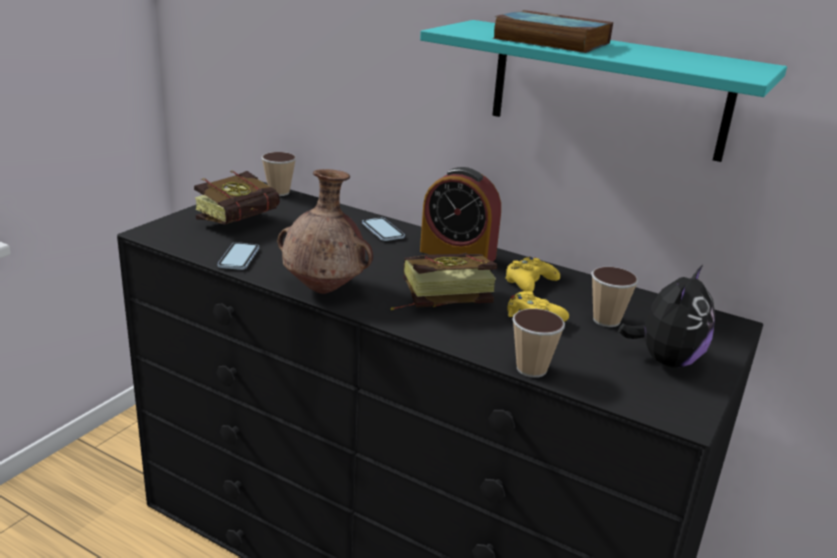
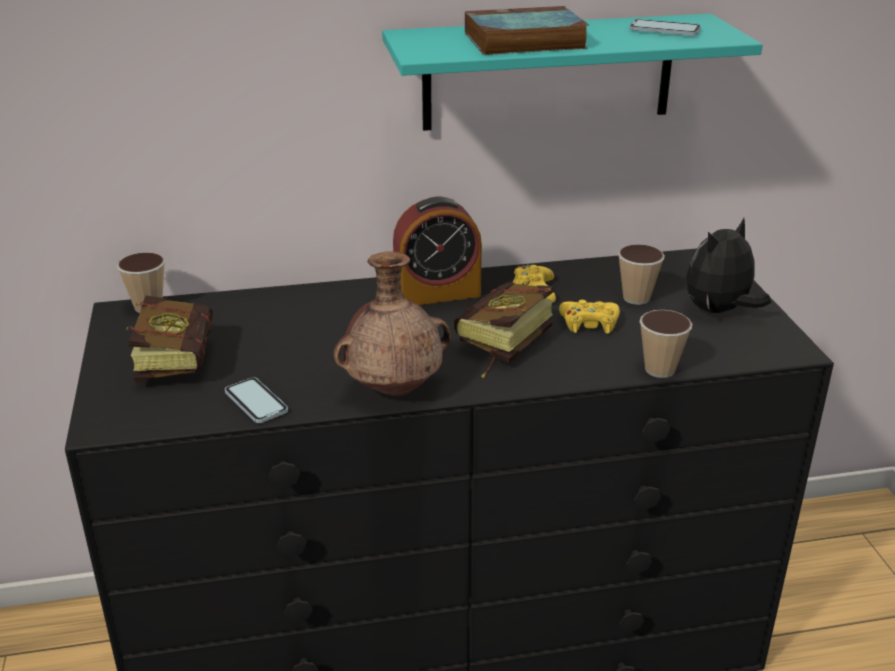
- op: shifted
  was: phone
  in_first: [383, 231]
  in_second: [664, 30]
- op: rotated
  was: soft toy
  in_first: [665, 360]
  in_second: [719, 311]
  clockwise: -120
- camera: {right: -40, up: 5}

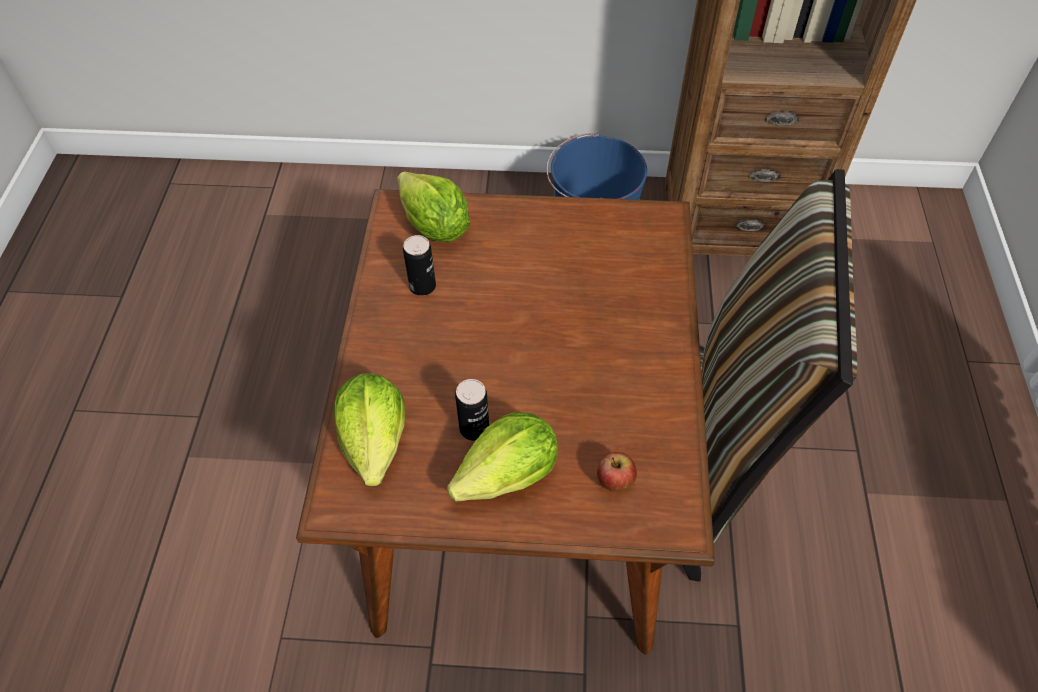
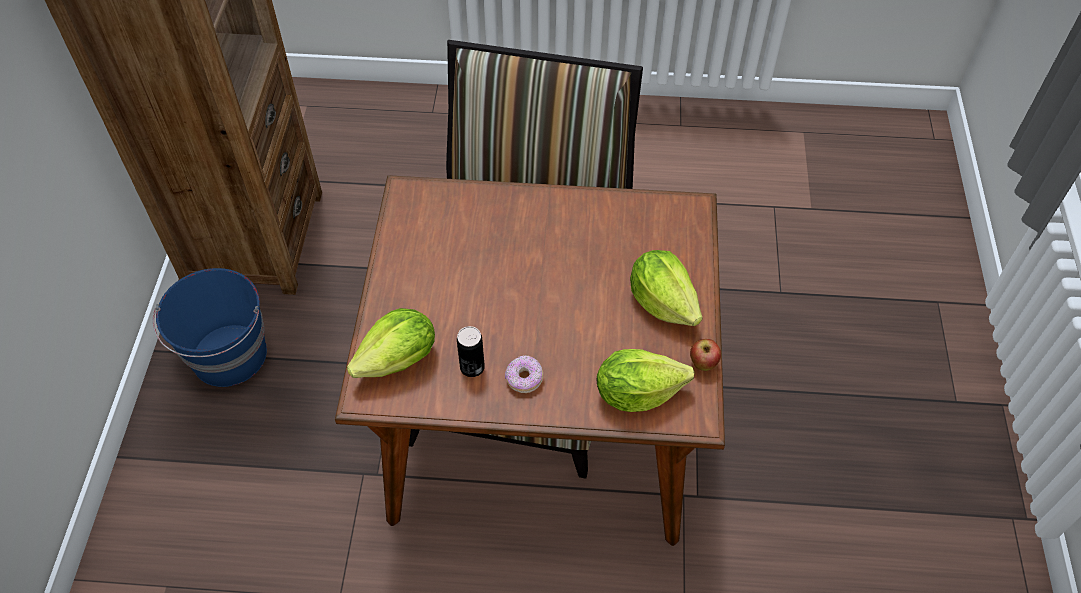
- op: new
  now: donut
  in_second: [524, 379]
- op: shifted
  was: apple fruit
  in_first: [614, 482]
  in_second: [703, 364]
- op: gone
  was: sealed can
  in_first: [474, 428]
- camera: {right: -90, up: 0}

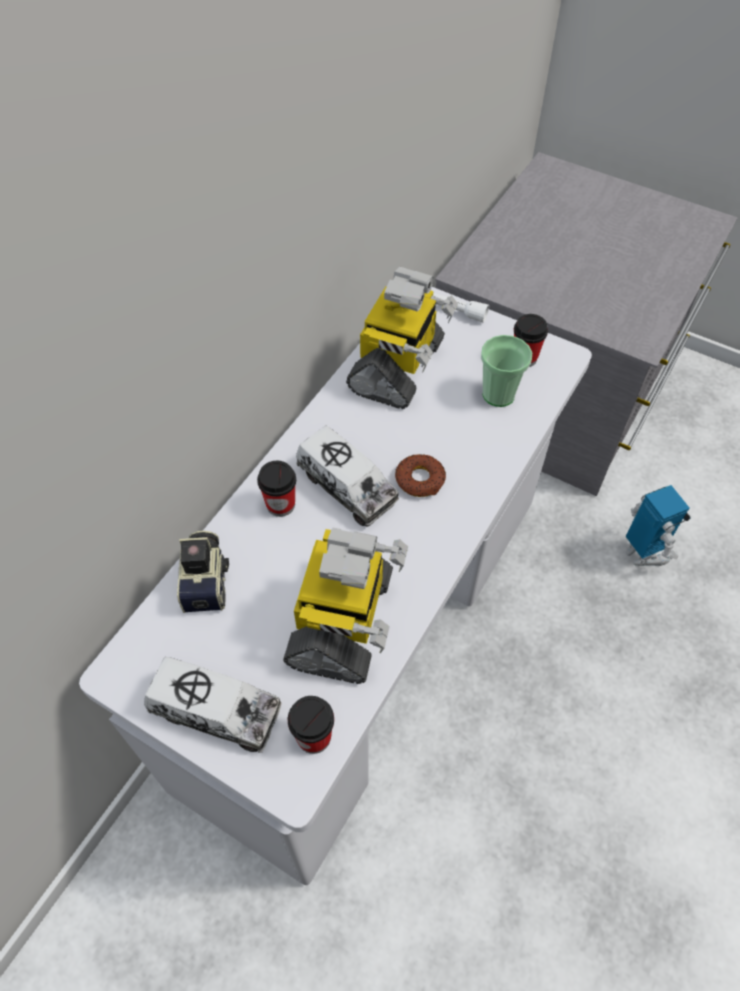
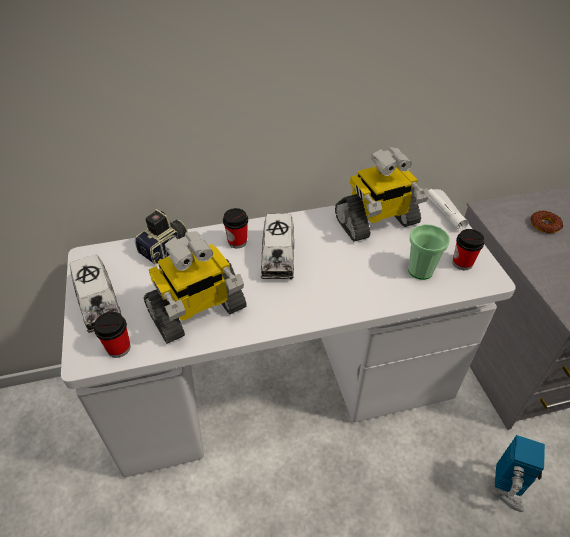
- op: shifted
  was: donut
  in_first: [420, 479]
  in_second: [545, 225]
- camera: {right: 45, up: -10}

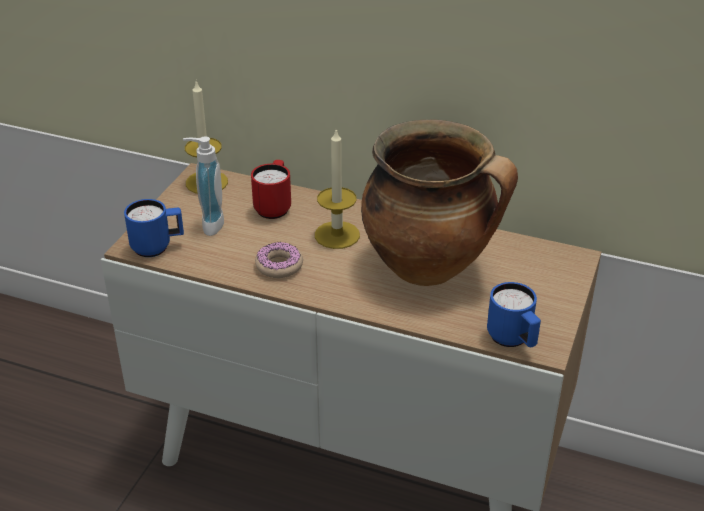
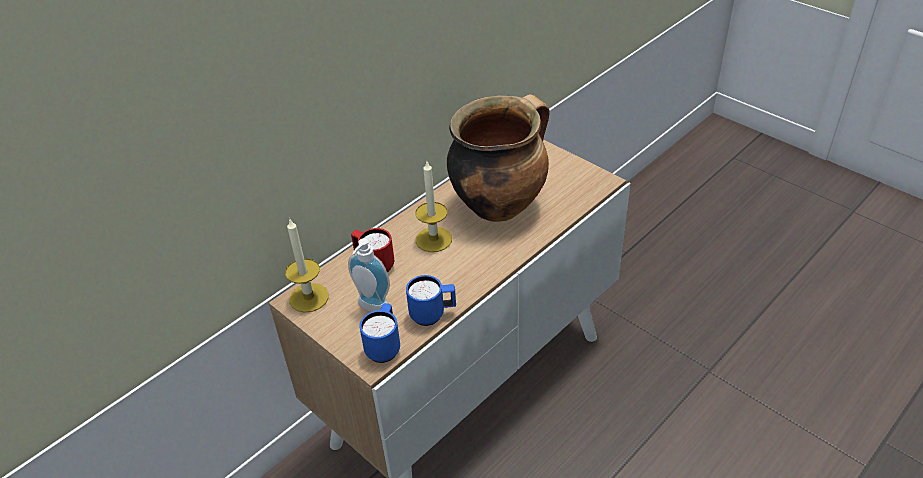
- op: shifted
  was: blue tea mug
  in_first: [513, 340]
  in_second: [433, 315]
- op: gone
  was: donut
  in_first: [279, 266]
- camera: {right: -65, up: 5}

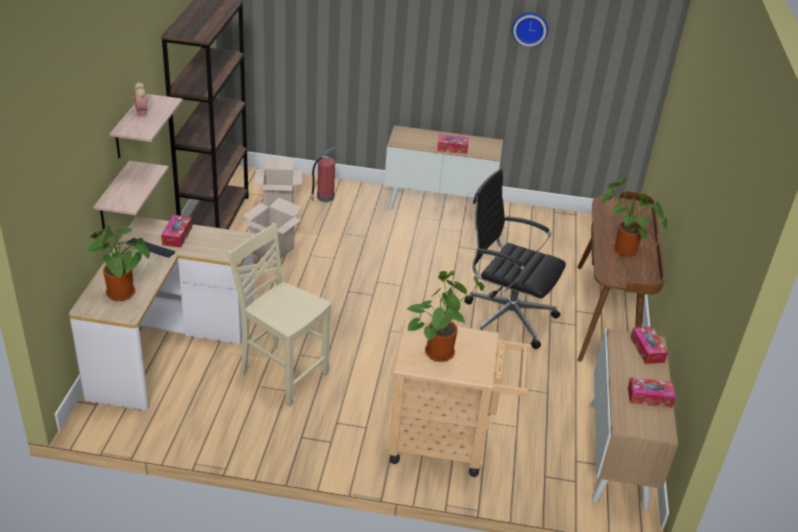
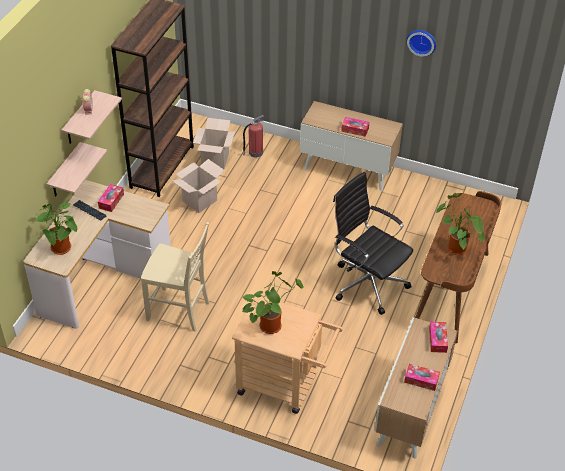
- op: rotated
  was: beige-coloured chair
  in_first: [282, 373]
  in_second: [179, 311]
  clockwise: 150
- camera: {right: 15, up: 10}

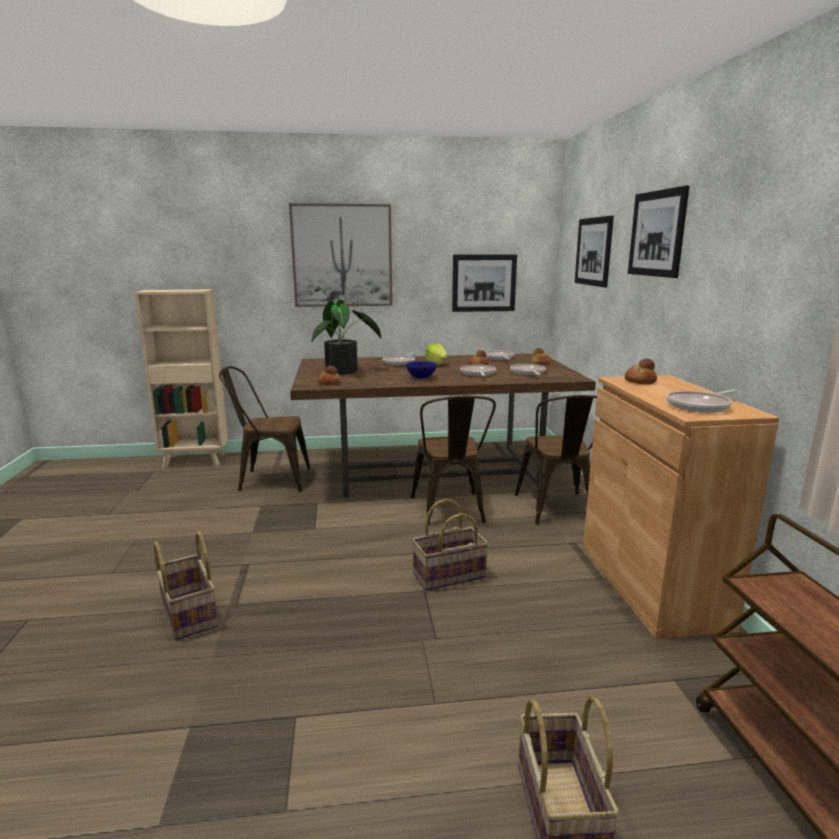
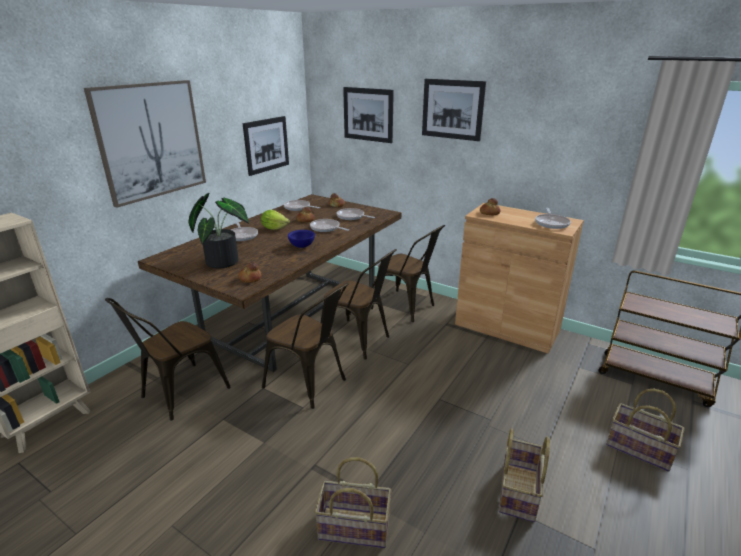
- op: new
  now: brown-coloured chair
  in_second: [310, 384]
- op: shifted
  was: storage basket
  in_first: [449, 576]
  in_second: [519, 492]
- camera: {right: -50, up: 10}

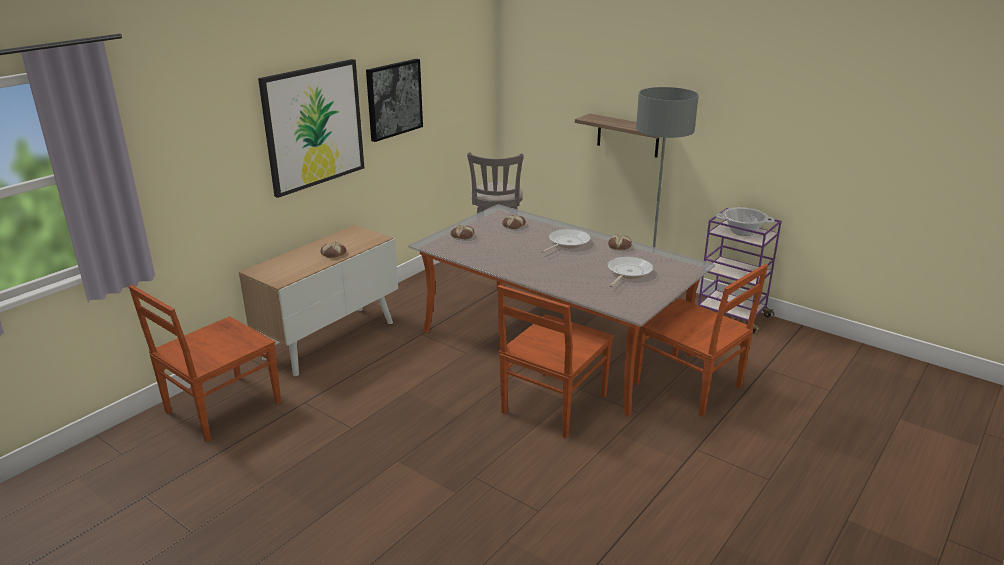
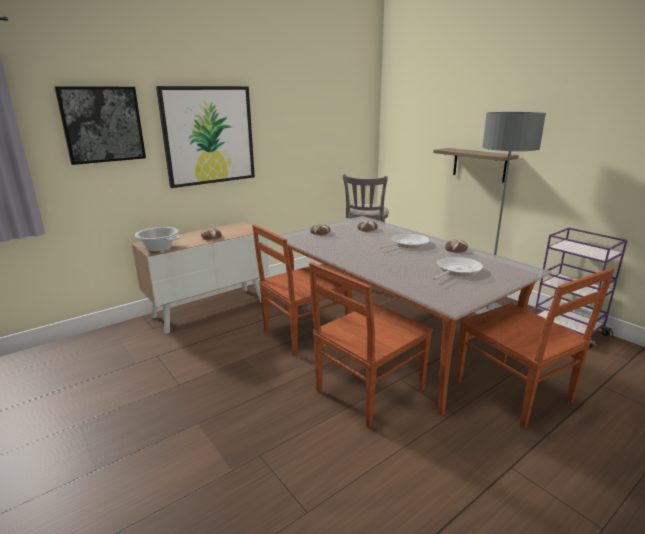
- op: shifted
  was: wall picture
  in_first: [394, 99]
  in_second: [102, 124]
- op: shifted
  was: stockpot
  in_first: [742, 231]
  in_second: [159, 248]
- op: shifted
  was: brown-coloured chair
  in_first: [221, 408]
  in_second: [304, 333]
- camera: {right: 15, up: -5}

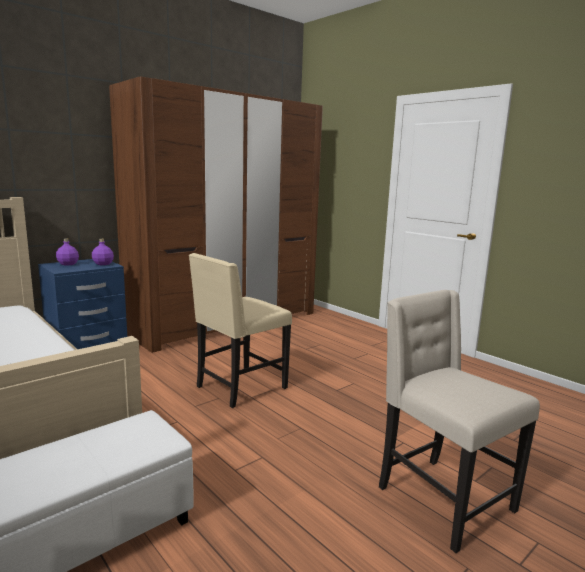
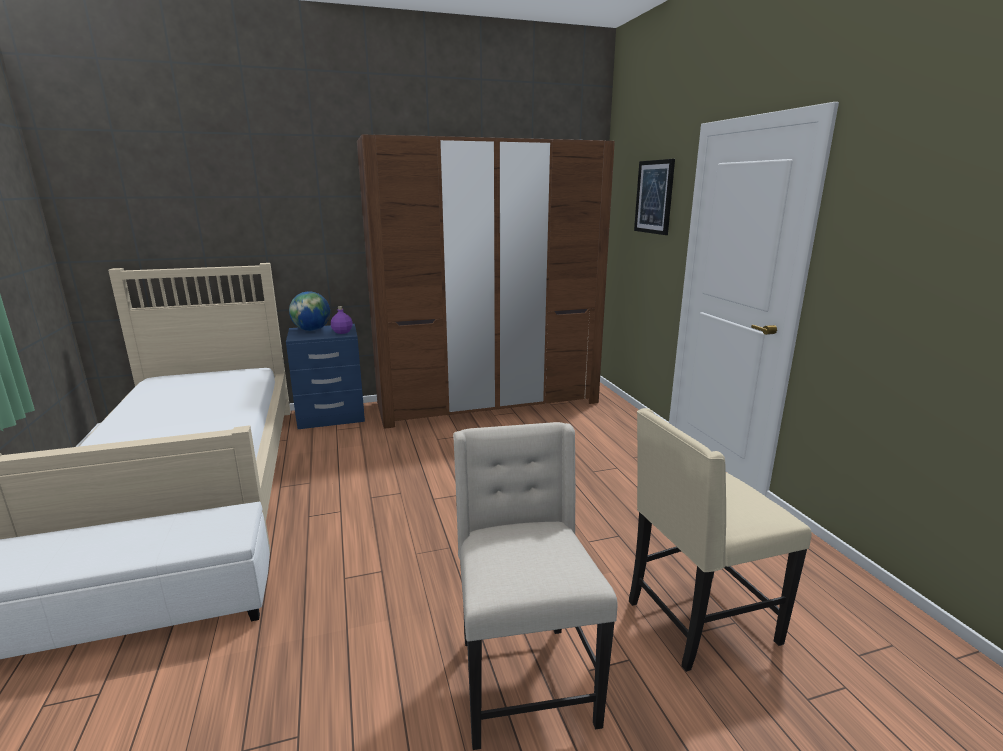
- op: swapped
  was: purple beverage bottle
  now: desk globe
  in_first: [67, 264]
  in_second: [312, 330]
- op: shifted
  was: beige-coloured chair
  in_first: [239, 388]
  in_second: [697, 622]
- op: new
  now: wall picture
  in_second: [654, 197]
- camera: {right: 25, up: 5}

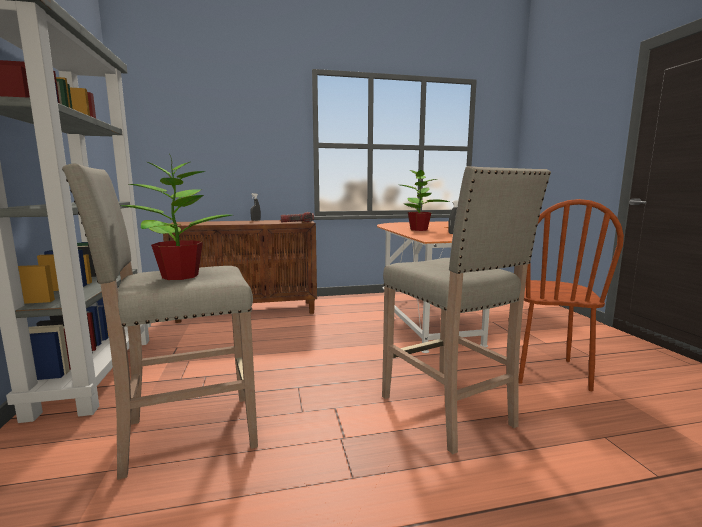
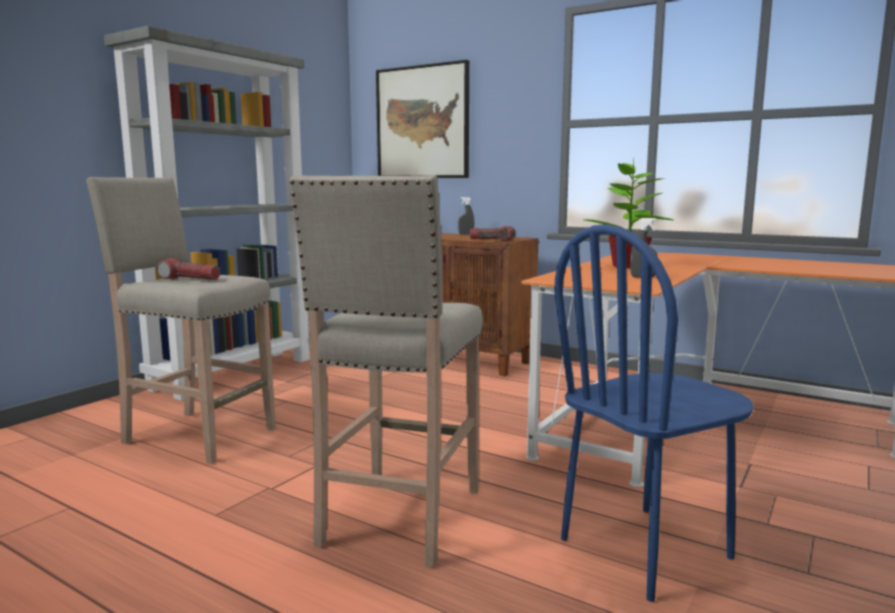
- op: swapped
  was: houseplant
  now: torch
  in_first: [179, 276]
  in_second: [189, 279]
- op: new
  now: wall picture
  in_second: [422, 122]
- op: repainted
  was: brown-coloured chair
  now: blue chair
  in_first: [546, 371]
  in_second: [646, 549]
- camera: {right: 45, up: 0}

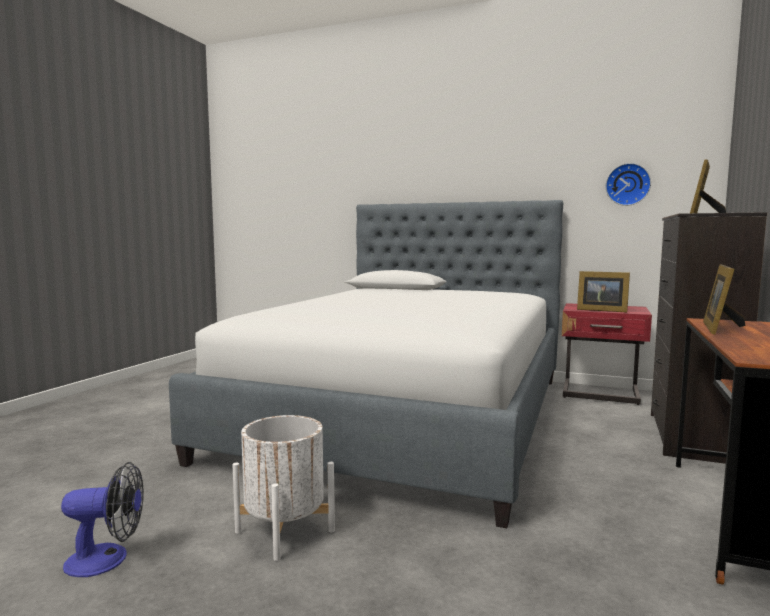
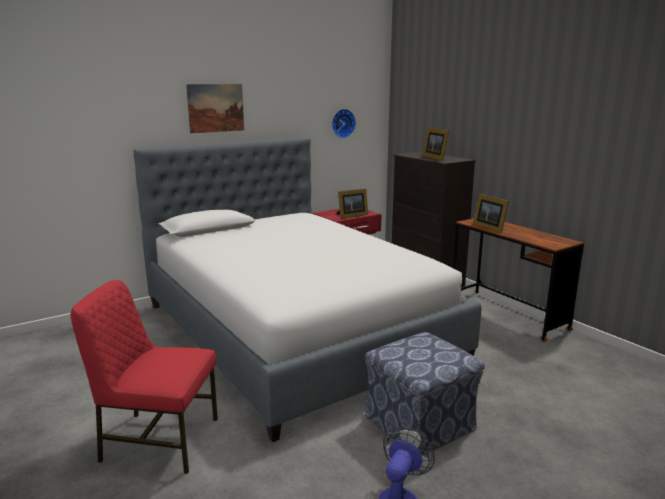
- op: new
  now: red-coloured chair
  in_second: [158, 440]
- op: new
  now: wall picture
  in_second: [216, 108]
- op: swapped
  was: white-coloured flower pot
  now: footrest
  in_first: [285, 531]
  in_second: [420, 423]
- camera: {right: -55, up: 10}

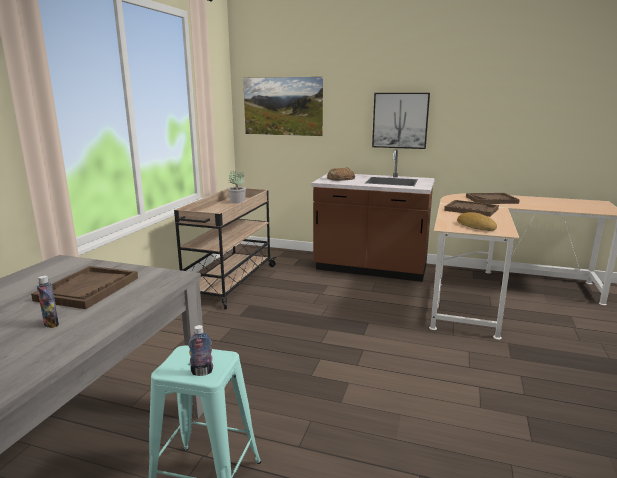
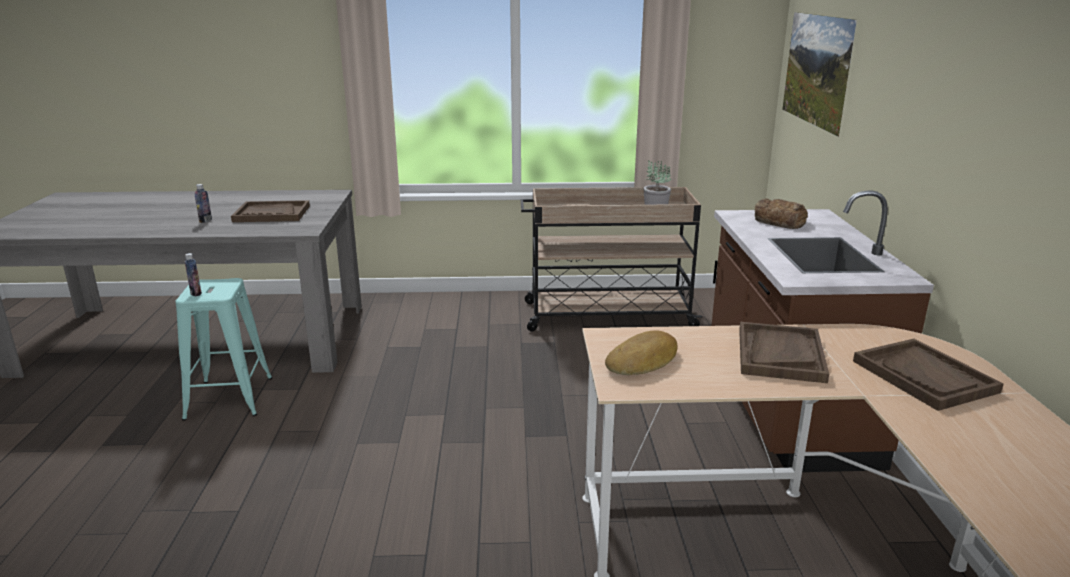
- op: gone
  was: wall picture
  in_first: [400, 120]
- camera: {right: 70, up: 5}

